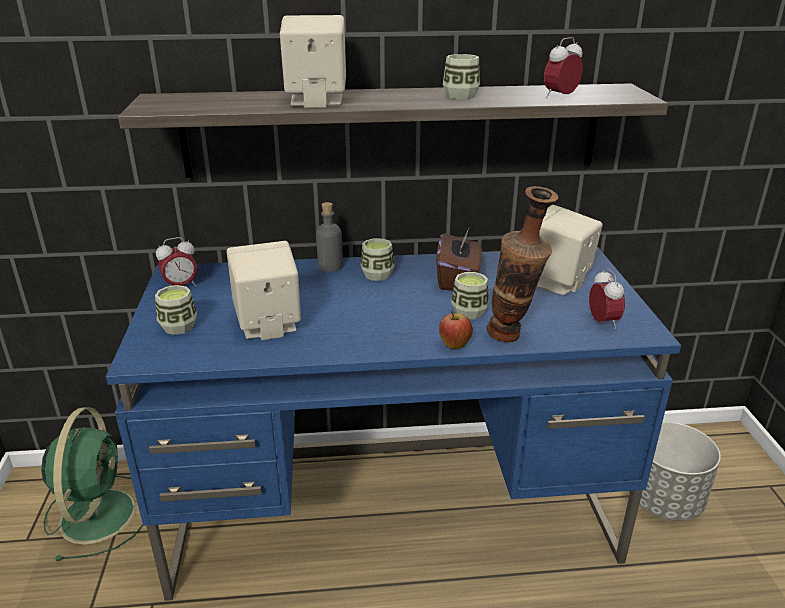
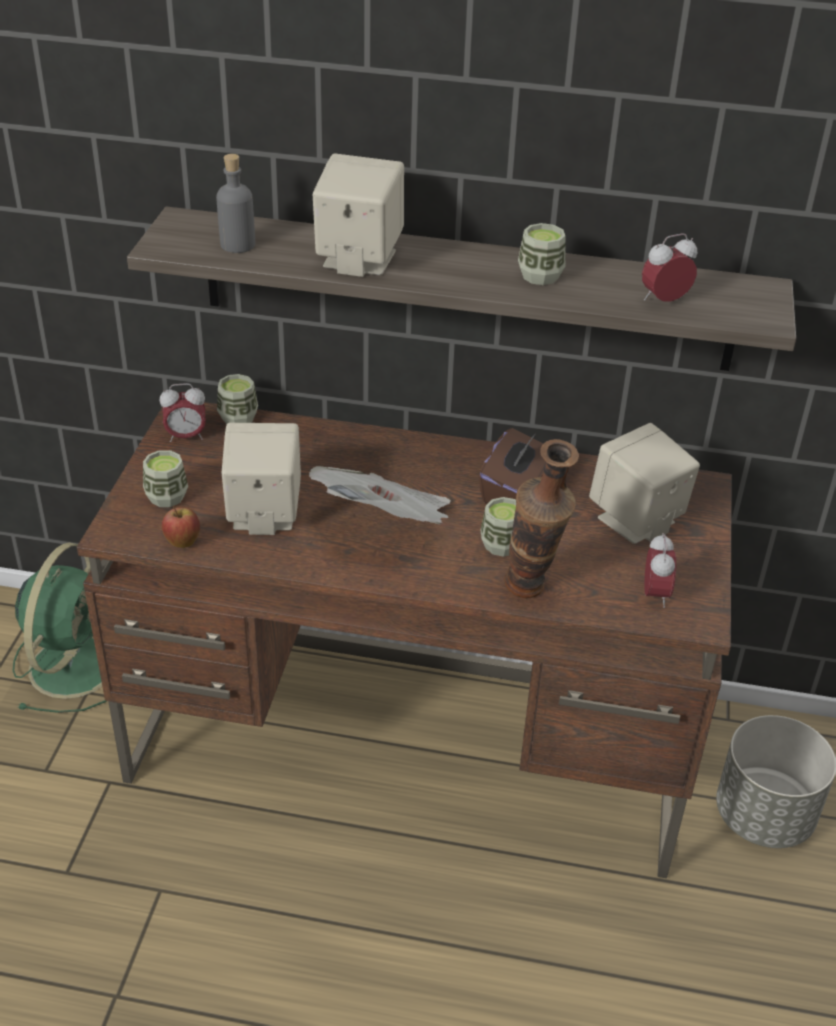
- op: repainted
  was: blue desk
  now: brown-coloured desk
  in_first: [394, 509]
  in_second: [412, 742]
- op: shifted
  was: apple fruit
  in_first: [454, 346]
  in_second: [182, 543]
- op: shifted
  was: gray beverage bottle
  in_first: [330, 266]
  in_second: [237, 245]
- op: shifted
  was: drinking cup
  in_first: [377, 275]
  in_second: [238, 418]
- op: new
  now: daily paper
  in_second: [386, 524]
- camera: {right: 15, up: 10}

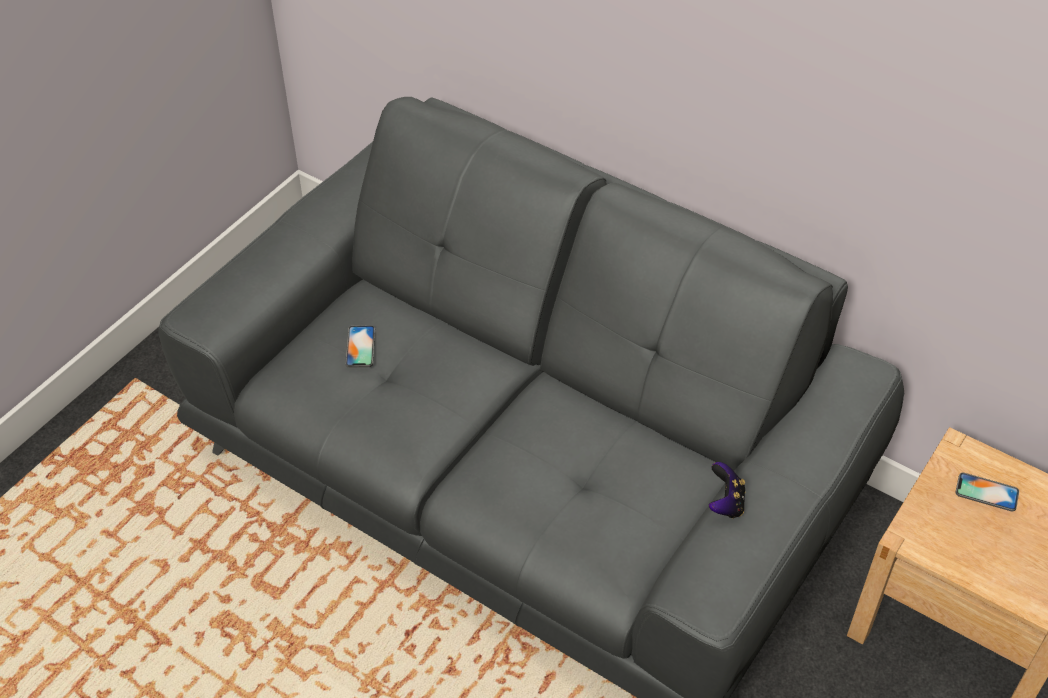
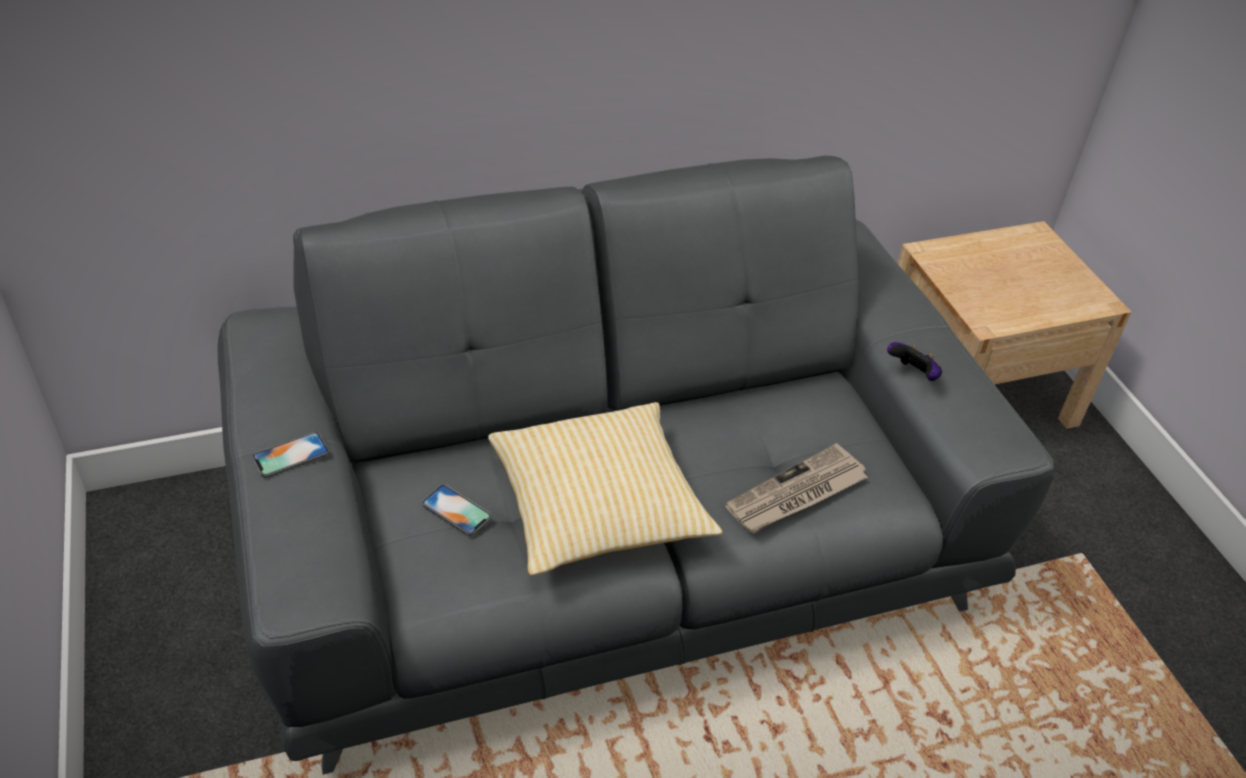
- op: shifted
  was: phone
  in_first: [986, 492]
  in_second: [290, 455]
- op: new
  now: throw pillow
  in_second: [598, 509]
- op: new
  now: daily paper
  in_second: [796, 494]
- camera: {right: -55, up: -5}

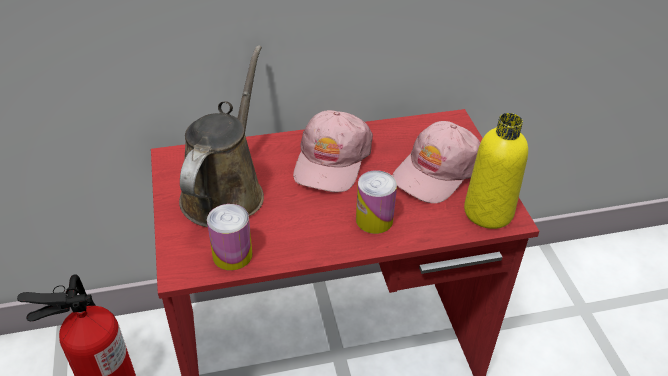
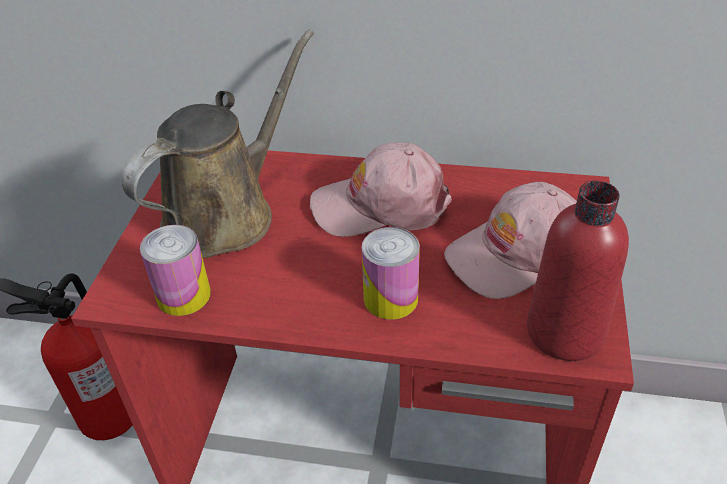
- op: rotated
  was: pinkish baseball cap
  in_first: [331, 160]
  in_second: [381, 205]
  clockwise: 45
- op: repainted
  was: yellow beverage bottle
  now: red-coloured beverage bottle
  in_first: [488, 212]
  in_second: [565, 332]
- camera: {right: 25, up: 0}

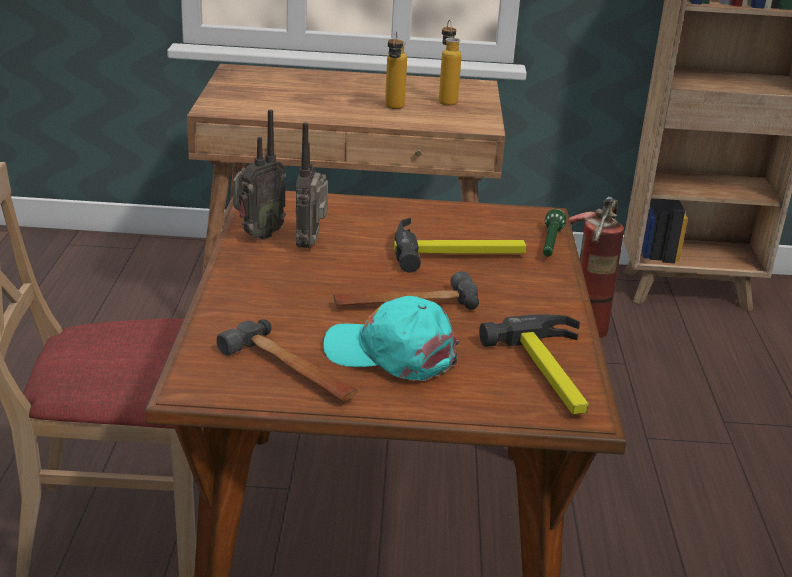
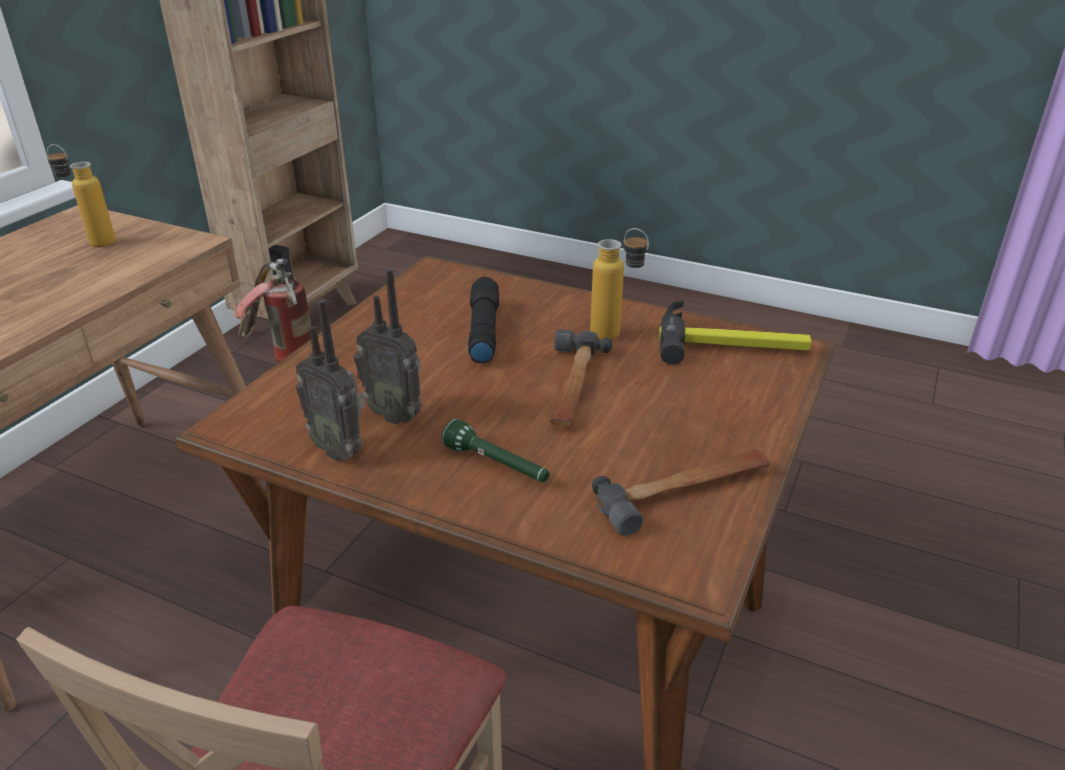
- op: rotated
  was: radio set
  in_first: [257, 235]
  in_second: [340, 449]
  clockwise: 150
- op: shifted
  was: greenish torch
  in_first: [550, 244]
  in_second: [497, 465]
- op: swapped
  was: hammer
  now: black torch
  in_first: [458, 253]
  in_second: [482, 330]
- op: shifted
  was: beverage bottle
  in_first: [393, 109]
  in_second: [616, 338]
- op: gone
  was: turquoise-coloured baseball cap
  in_first: [391, 353]
- camera: {right: -65, up: 5}

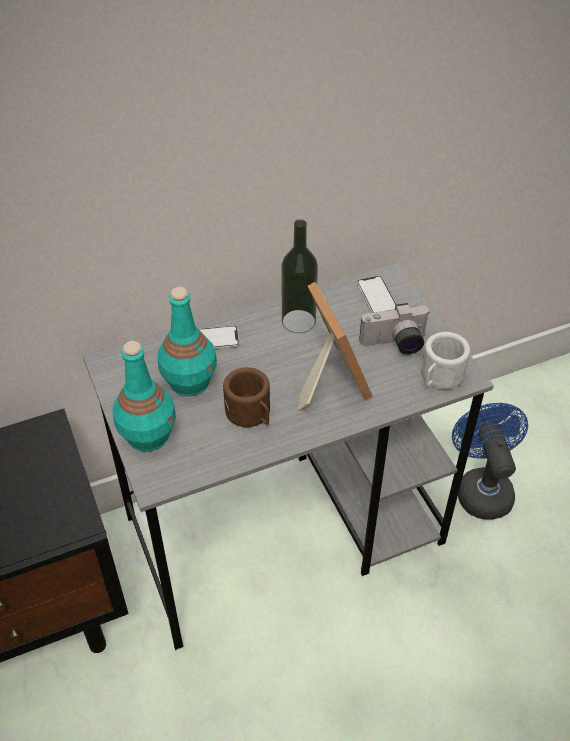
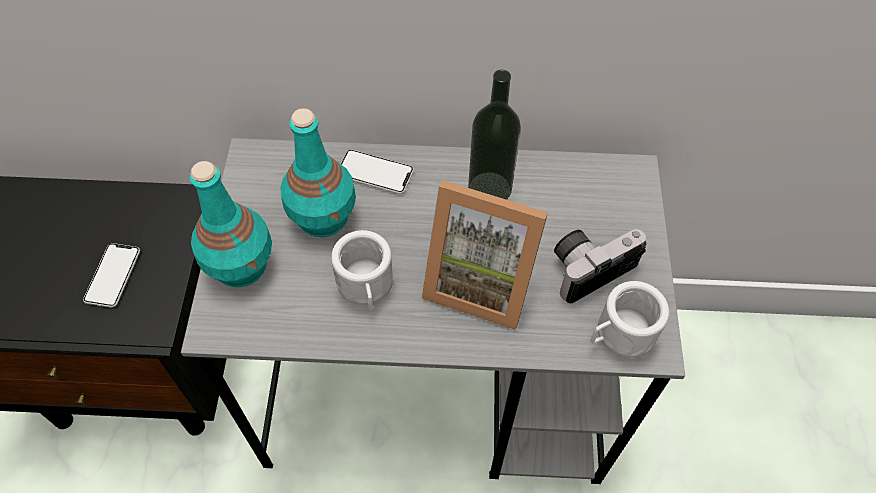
- op: shifted
  was: phone
  in_first: [377, 297]
  in_second: [113, 275]
- op: repainted
  was: brown-coloured tea mug
  now: white-coloured tea mug
  in_first: [251, 414]
  in_second: [366, 287]
- op: rotated
  was: standing frame
  in_first: [328, 380]
  in_second: [480, 281]
  clockwise: 105
- op: rotated
  was: photo camera
  in_first: [395, 344]
  in_second: [589, 266]
  clockwise: 135
- op: gone
  was: blue electric fan
  in_first: [481, 488]
- camera: {right: 25, up: 10}

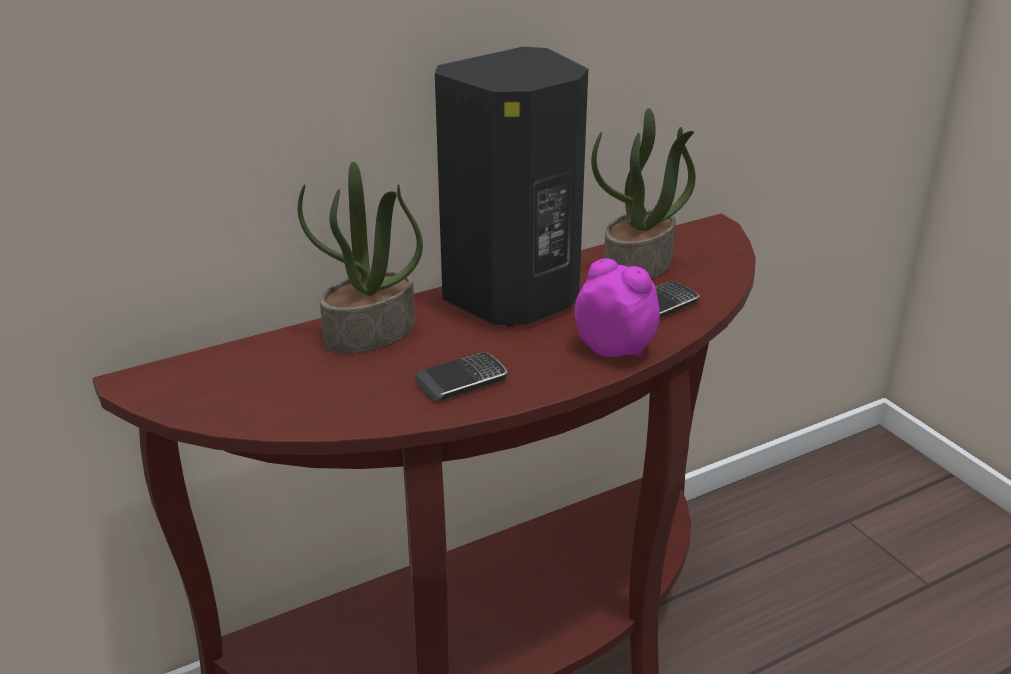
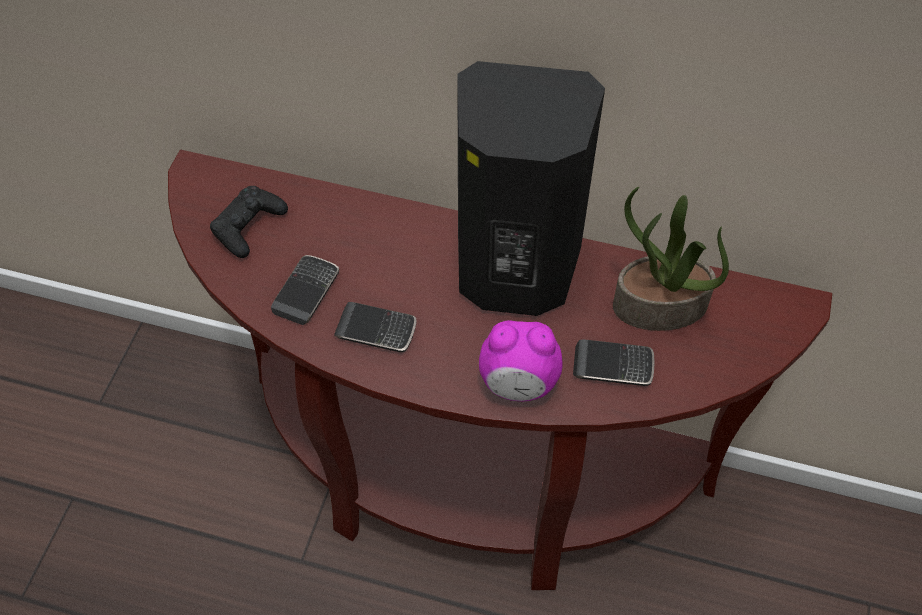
- op: new
  now: black gamepad
  in_second: [248, 226]
- op: new
  now: phone
  in_second: [306, 292]
- op: rotated
  was: alarm clock
  in_first: [615, 348]
  in_second: [518, 384]
  clockwise: 105
- op: gone
  was: houseplant
  in_first: [370, 334]
- camera: {right: 45, up: 25}

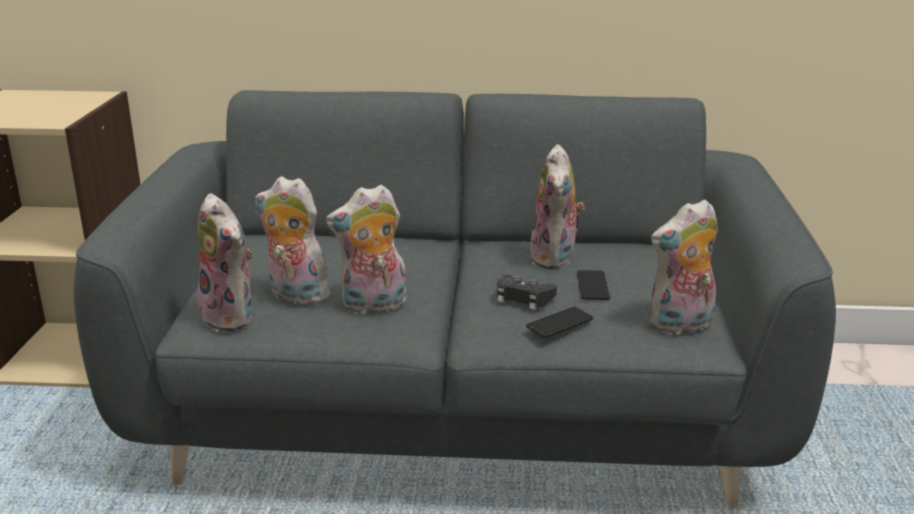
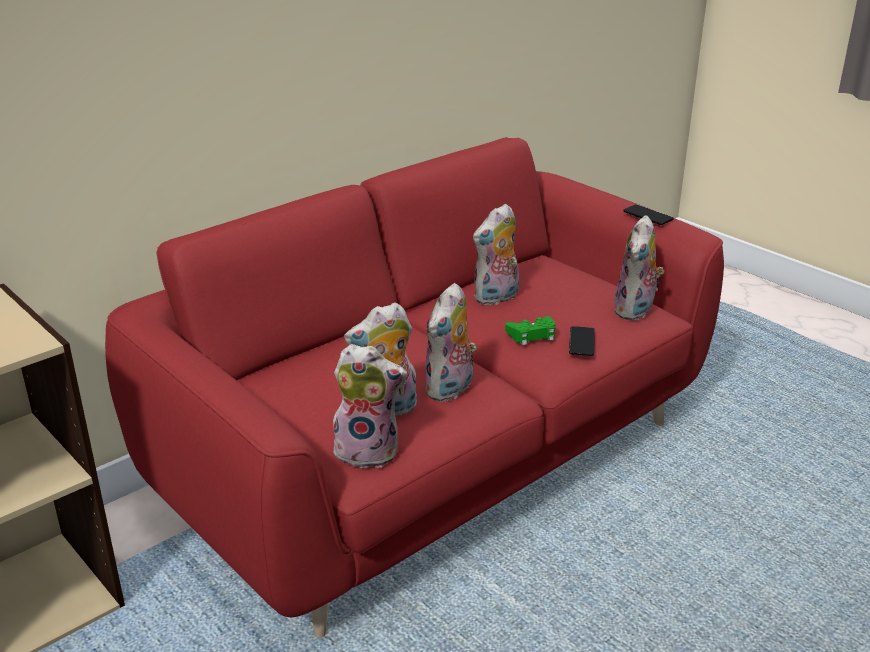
- op: repainted
  was: gray sofa
  now: red-coloured sofa
  in_first: [456, 416]
  in_second: [434, 462]
- op: rotated
  was: soft toy
  in_first: [556, 259]
  in_second: [496, 298]
  clockwise: 90
- op: repainted
  was: black gamepad
  now: greenish gamepad
  in_first: [523, 298]
  in_second: [532, 335]
- op: shifted
  was: phone
  in_first: [593, 286]
  in_second: [648, 215]
- camera: {right: -45, up: 5}

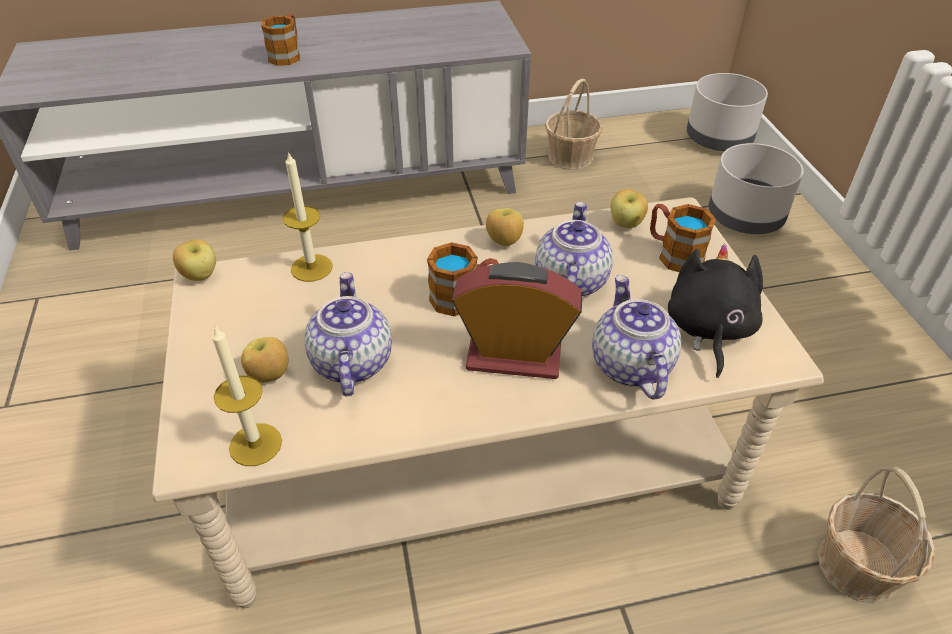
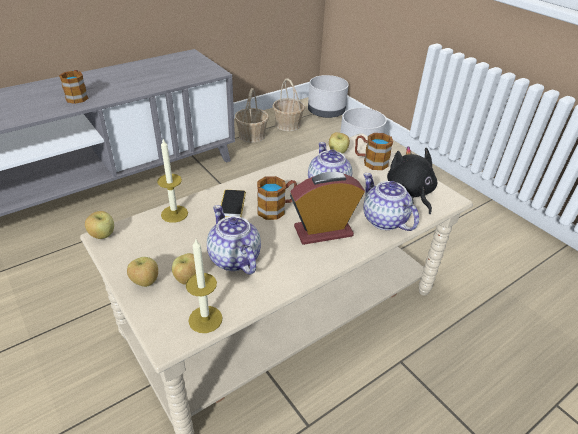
- op: shifted
  was: apple fruit
  in_first: [504, 242]
  in_second: [145, 282]
- op: new
  now: phone
  in_second: [232, 204]
- op: shifted
  was: storage basket
  in_first: [857, 566]
  in_second: [288, 125]
- camera: {right: -25, up: -5}

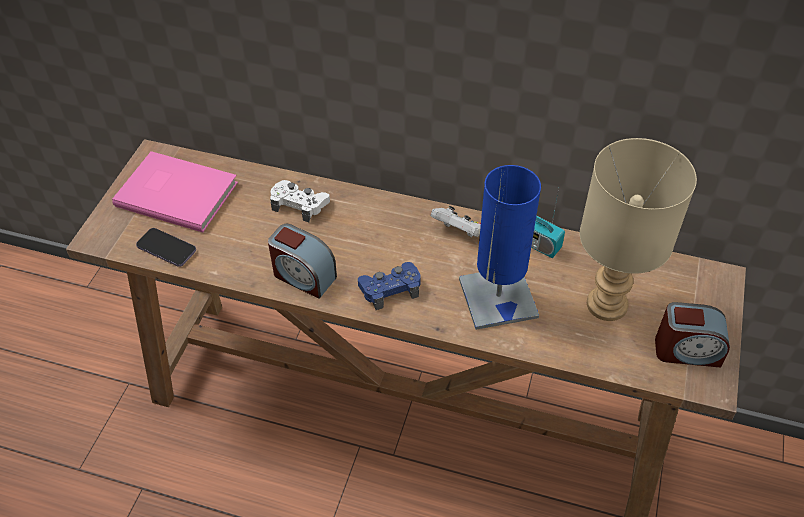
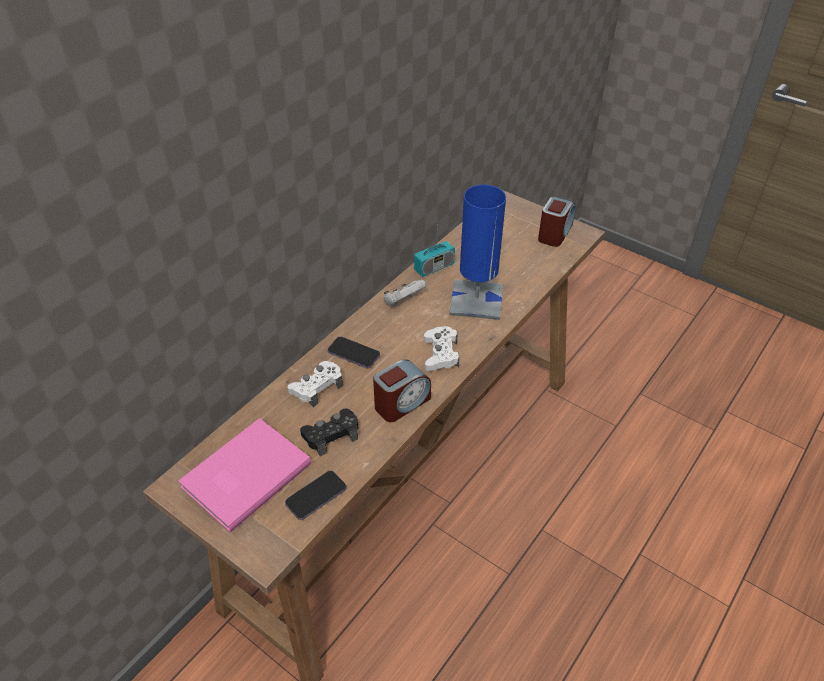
- op: new
  now: black gamepad
  in_second: [331, 435]
- op: new
  now: phone
  in_second: [353, 354]
- op: repainted
  was: blue gamepad
  now: white-coloured gamepad
  in_first: [390, 289]
  in_second: [441, 354]
- op: gone
  was: beige-coloured lamp for a table
  in_first: [606, 303]
- camera: {right: -70, up: -5}

